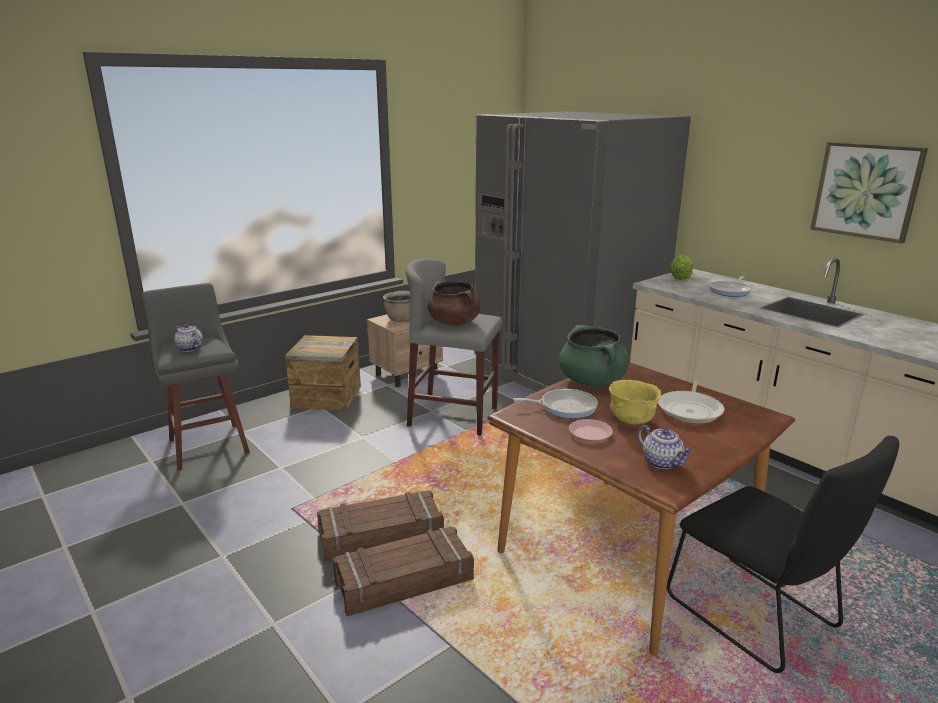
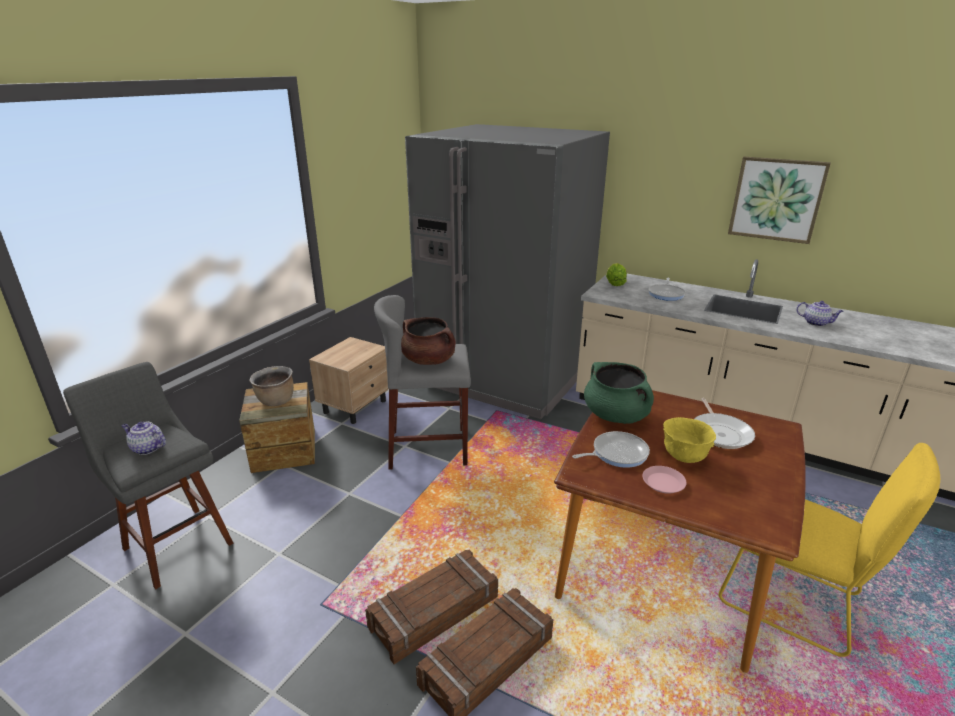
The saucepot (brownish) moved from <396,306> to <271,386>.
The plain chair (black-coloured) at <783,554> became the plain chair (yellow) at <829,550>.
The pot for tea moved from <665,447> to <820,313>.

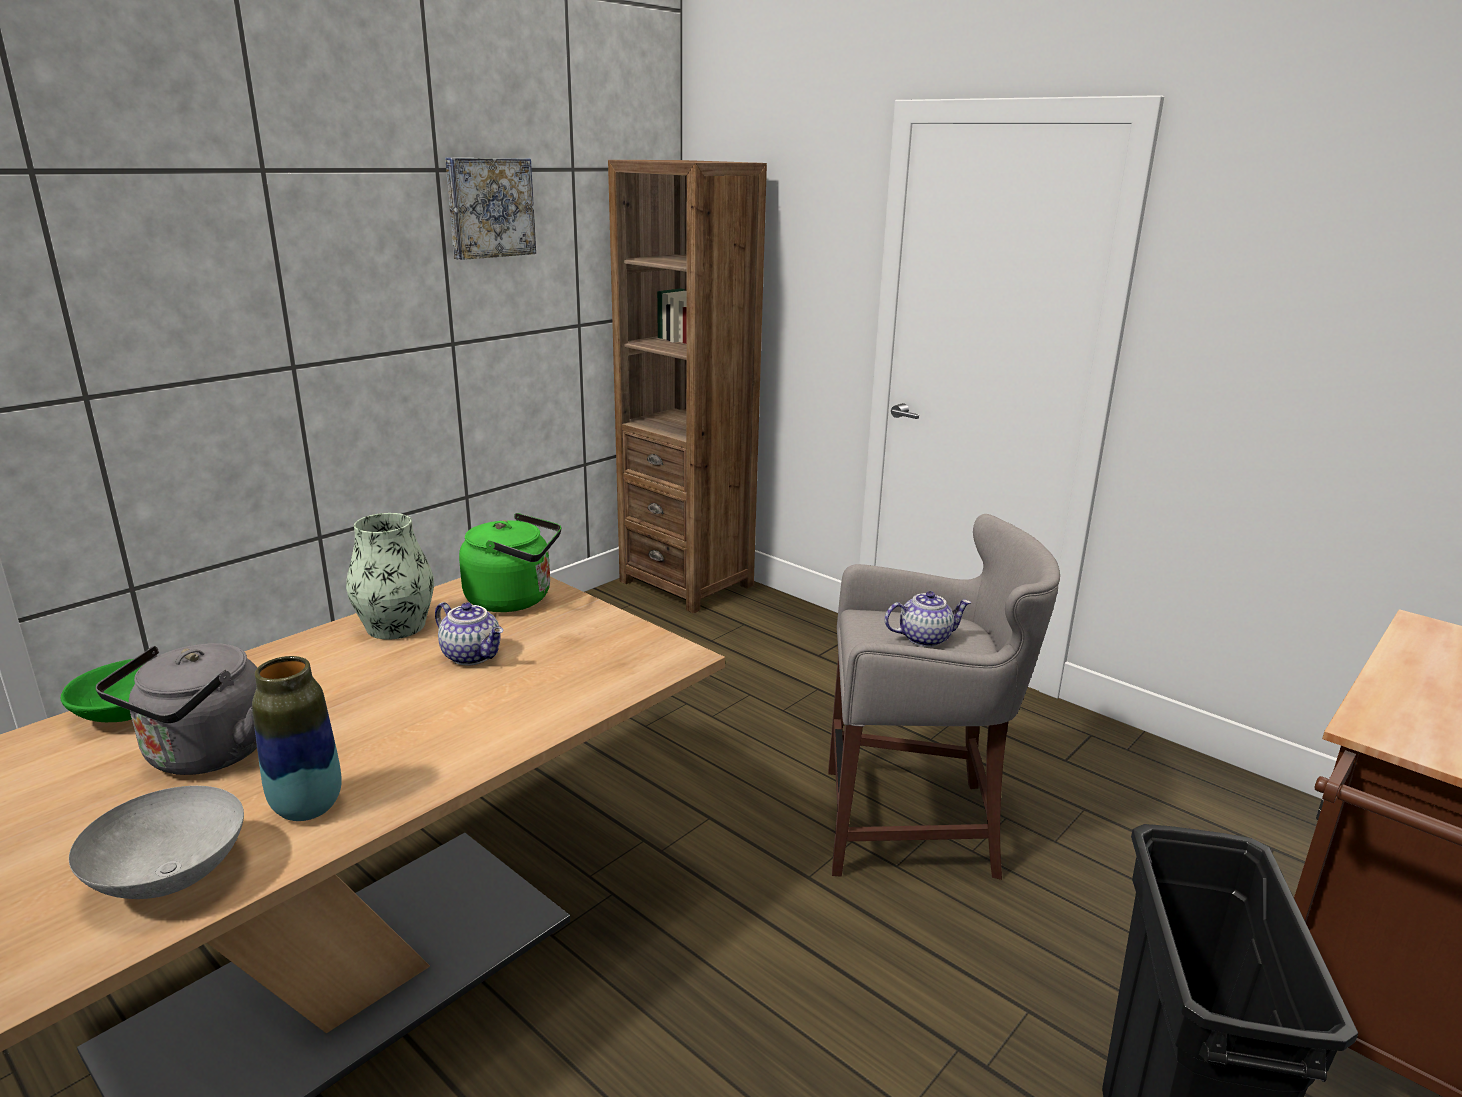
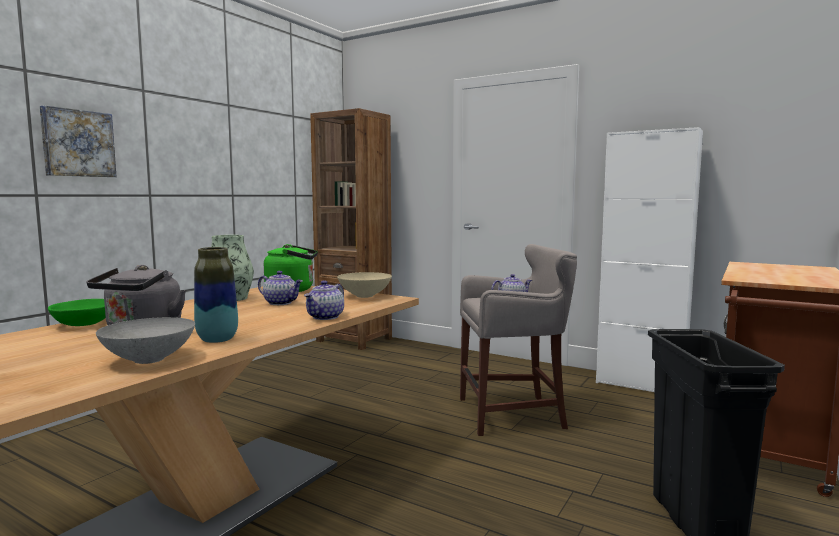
The wall picture moved from <490,209> to <78,141>.
The pot for tea at <324,300> appeared.
The bowl (beige) at <364,285> appeared.
The storage cabinet (white) at <649,259> appeared.

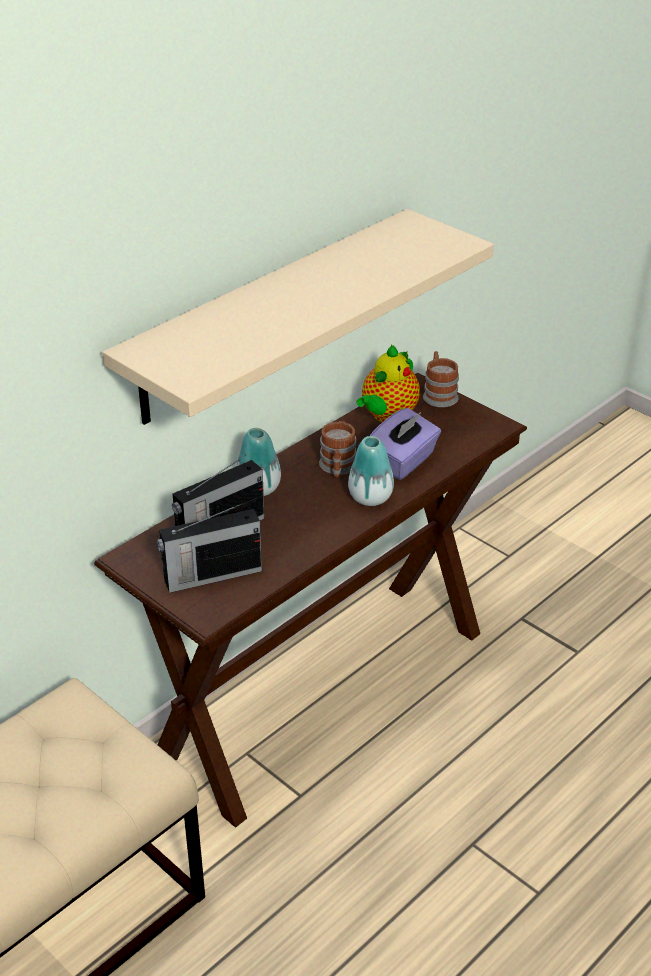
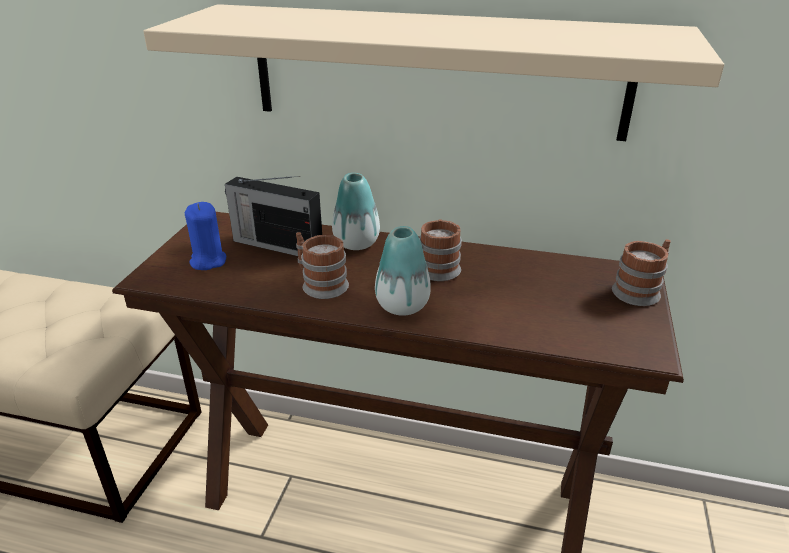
The radio set at <209,548> was replaced by the wax light (blue-coloured) at <205,236>.
The tea mug at <322,265> appeared.
The pot for tea at <388,384> disappeared.
The tissue box (purplish) at <405,444> disappeared.

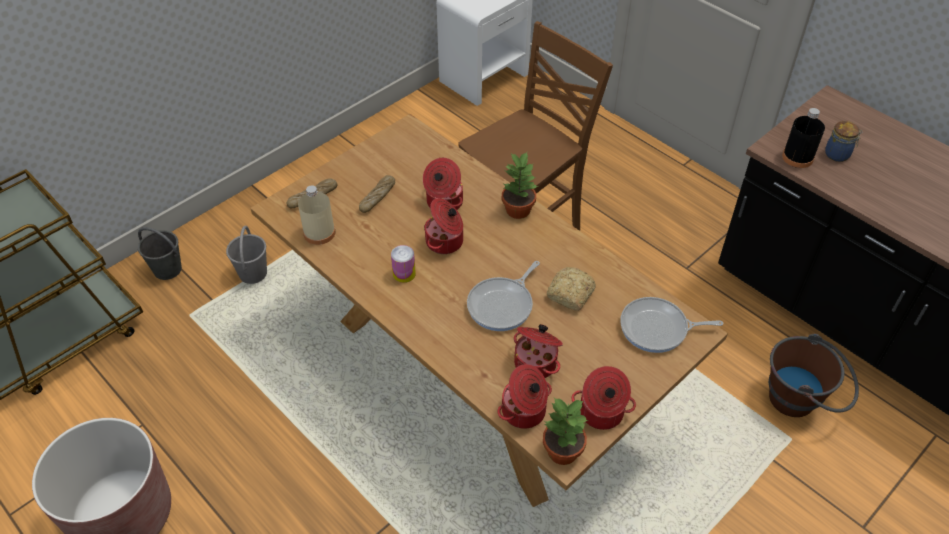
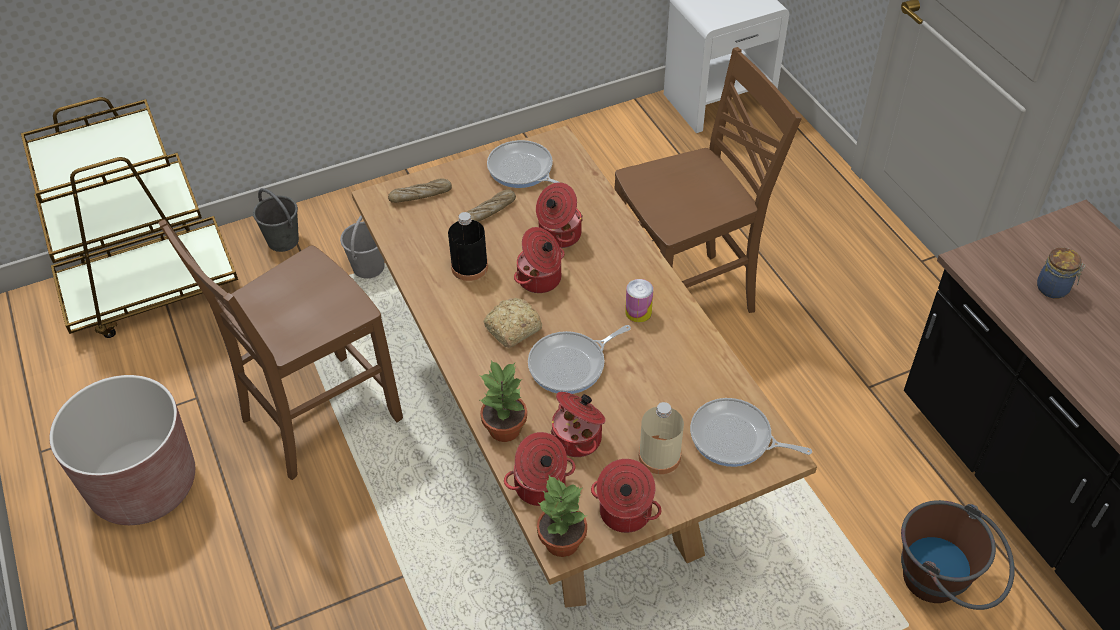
The plain chair (brownish) at <280,349> appeared.
The bottle (black-coloured) moved from <803,138> to <468,246>.
The potted plant moved from <520,185> to <503,401>.
The bakery bread moved from <571,289> to <512,323>.
The frying pan at <522,164> appeared.
The can moved from <403,264> to <639,300>.
The bottle (beige) moved from <316,215> to <661,438>.

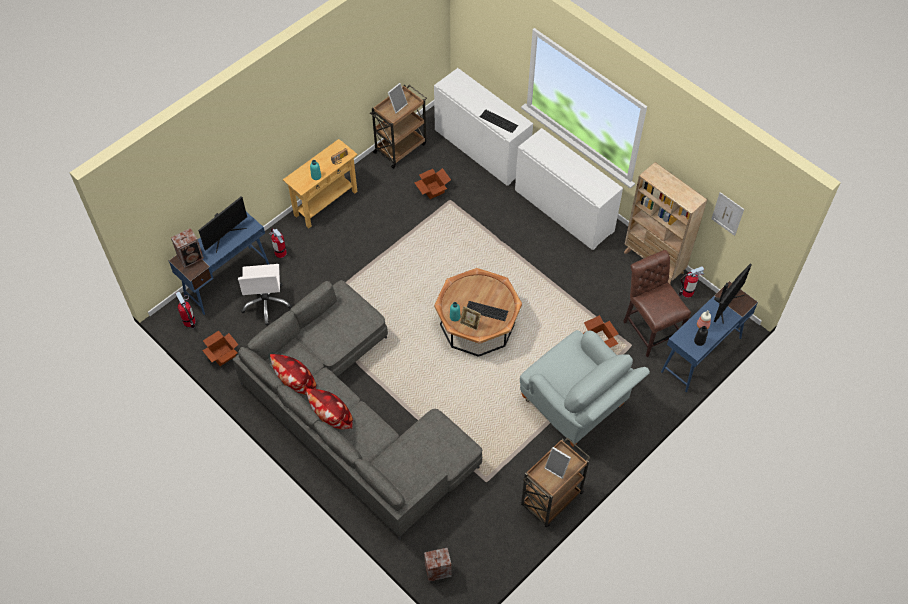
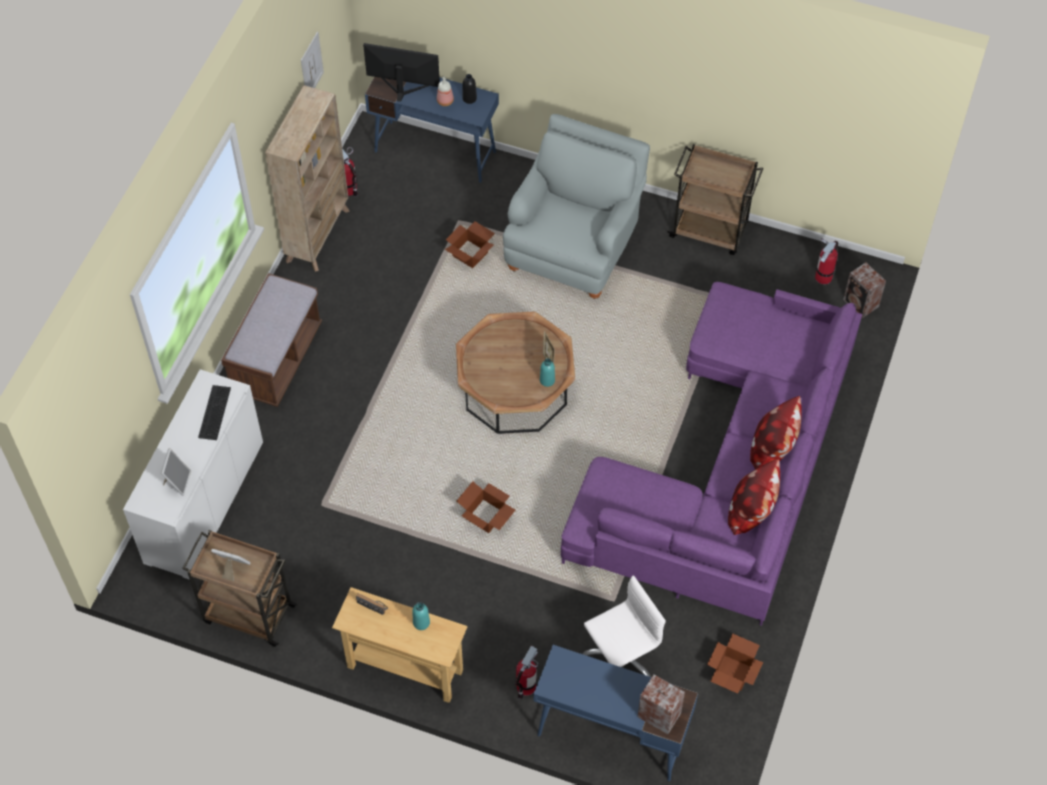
The picture frame moved from <558,463> to <176,472>.
The storage cabinet (white) at <569,189> was replaced by the long seat (brownish) at <271,340>.
The packing box moved from <432,183> to <485,507>.
The settee (grey) at <357,410> became the settee (purplish) at <711,454>.
The fire-fighting cylinder moved from <185,310> to <826,261>.
The computer display at <222,224> disappeared.
The PC keyboard at <487,311> disappeared.
The plain chair (brownish) at <657,303> disappeared.

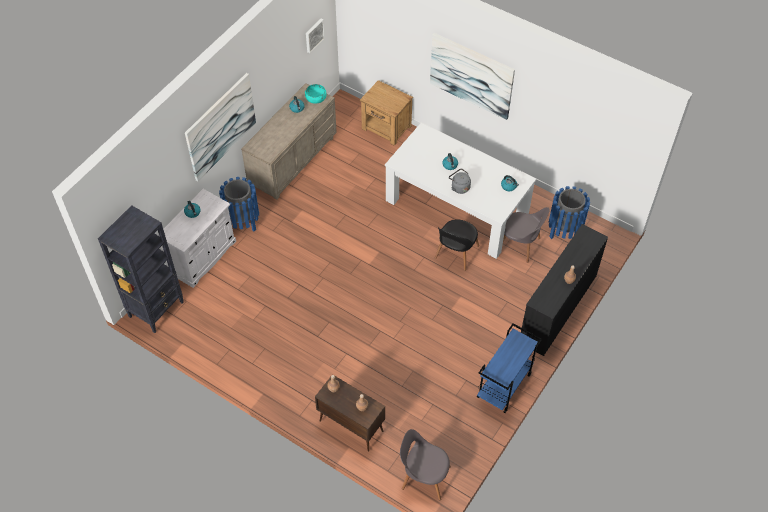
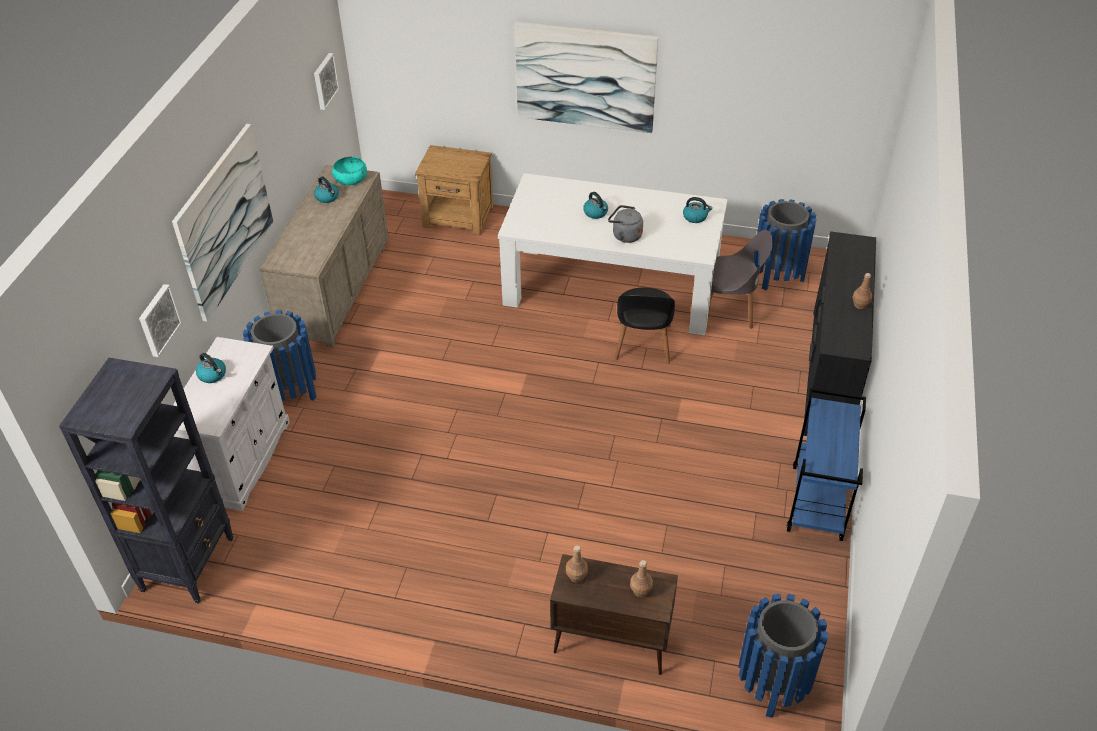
The wall picture at <160,320> appeared.
The plain chair (grey) at <425,464> was replaced by the trash can (blue-coloured) at <783,656>.

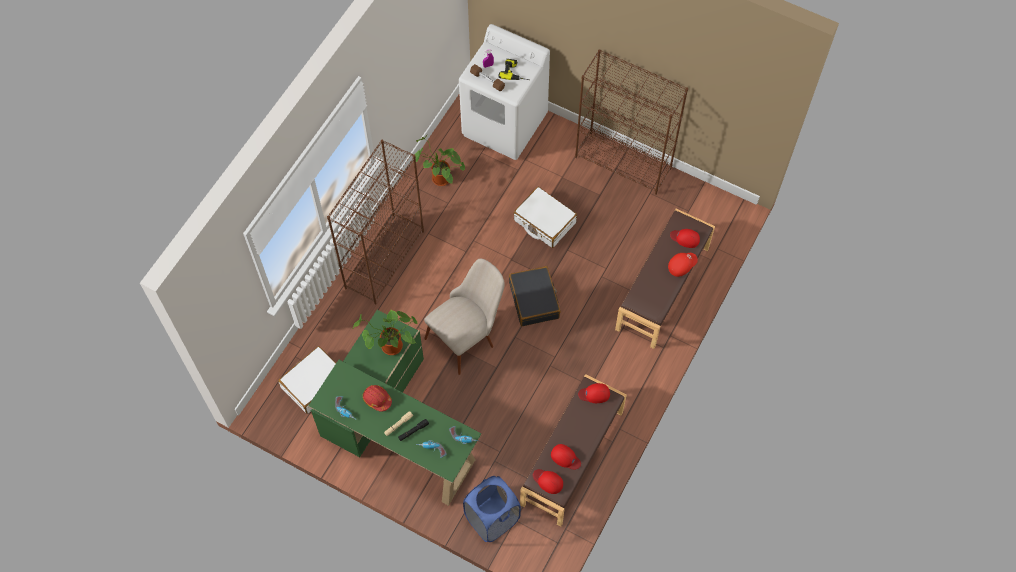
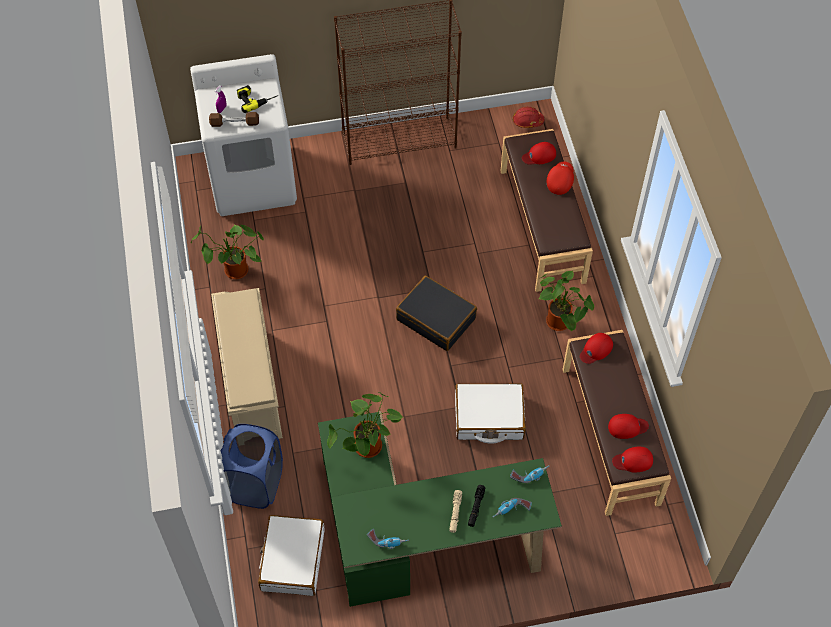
The shelving unit (brownish) at <375,221> was replaced by the shoe stand (beige) at <247,363>.
The hamper (blue-coloured) moved from <492,509> to <252,466>.
The travel case (white) moved from <545,217> to <490,413>.
The hard hat (red) moved from <377,398> to <528,117>.
The potted plant at <566,301> appeared.
The plain chair (beige) at <464,316> disappeared.

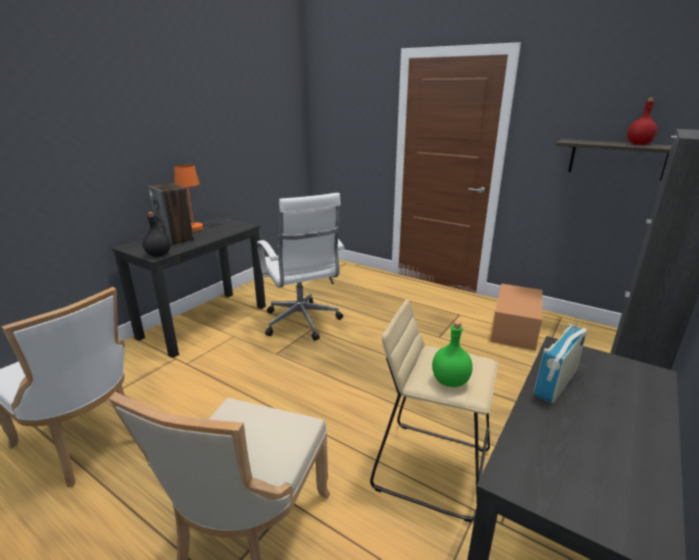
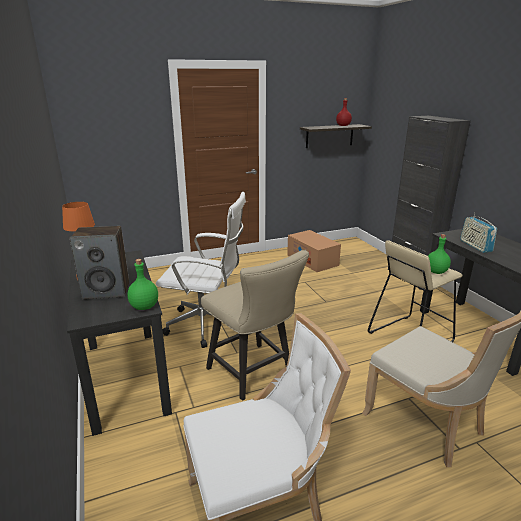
The bottle (black-coloured) at <156,234> became the bottle (greenish) at <142,284>.
The plain chair (beige) at <255,325> appeared.

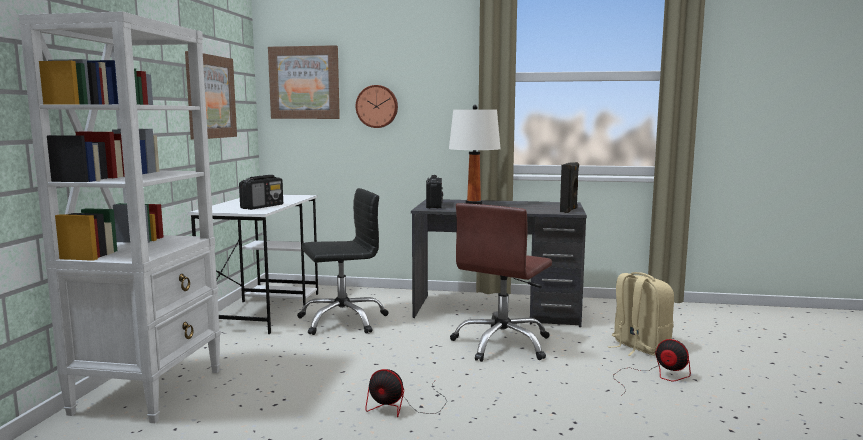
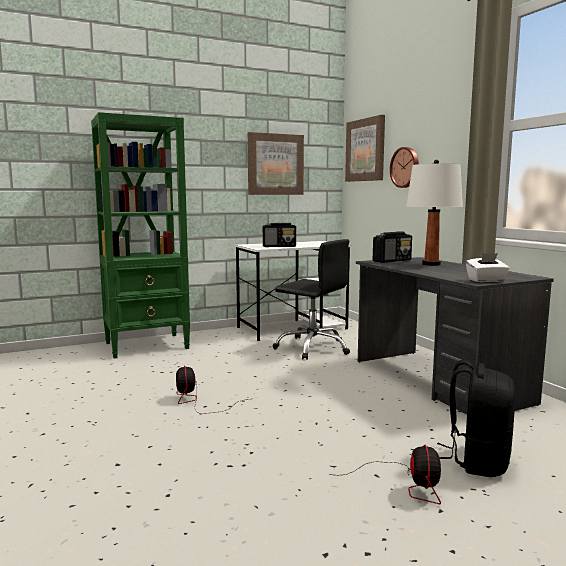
The shelving unit (white) at <120,217> became the shelving unit (greenish) at <140,235>.
The backpack (beige) at <641,314> became the backpack (black-coloured) at <476,418>.
The speaker (black-coloured) at <569,187> was replaced by the tissue box (white) at <488,267>.
The computer chair (brownish) at <501,282> disappeared.

